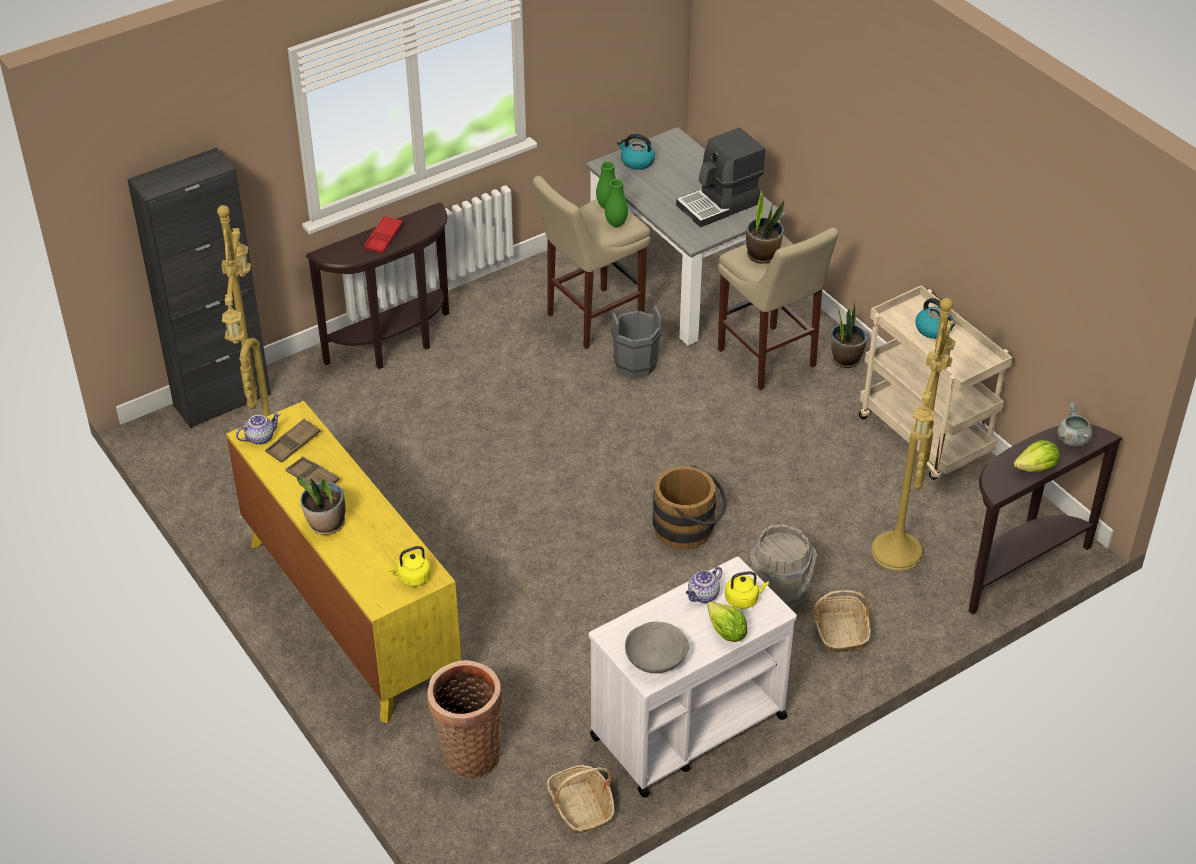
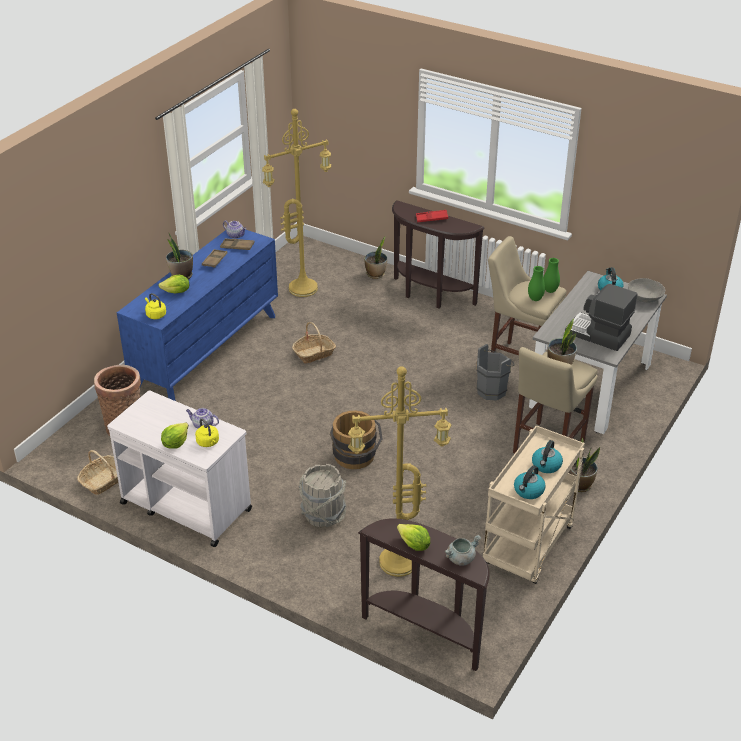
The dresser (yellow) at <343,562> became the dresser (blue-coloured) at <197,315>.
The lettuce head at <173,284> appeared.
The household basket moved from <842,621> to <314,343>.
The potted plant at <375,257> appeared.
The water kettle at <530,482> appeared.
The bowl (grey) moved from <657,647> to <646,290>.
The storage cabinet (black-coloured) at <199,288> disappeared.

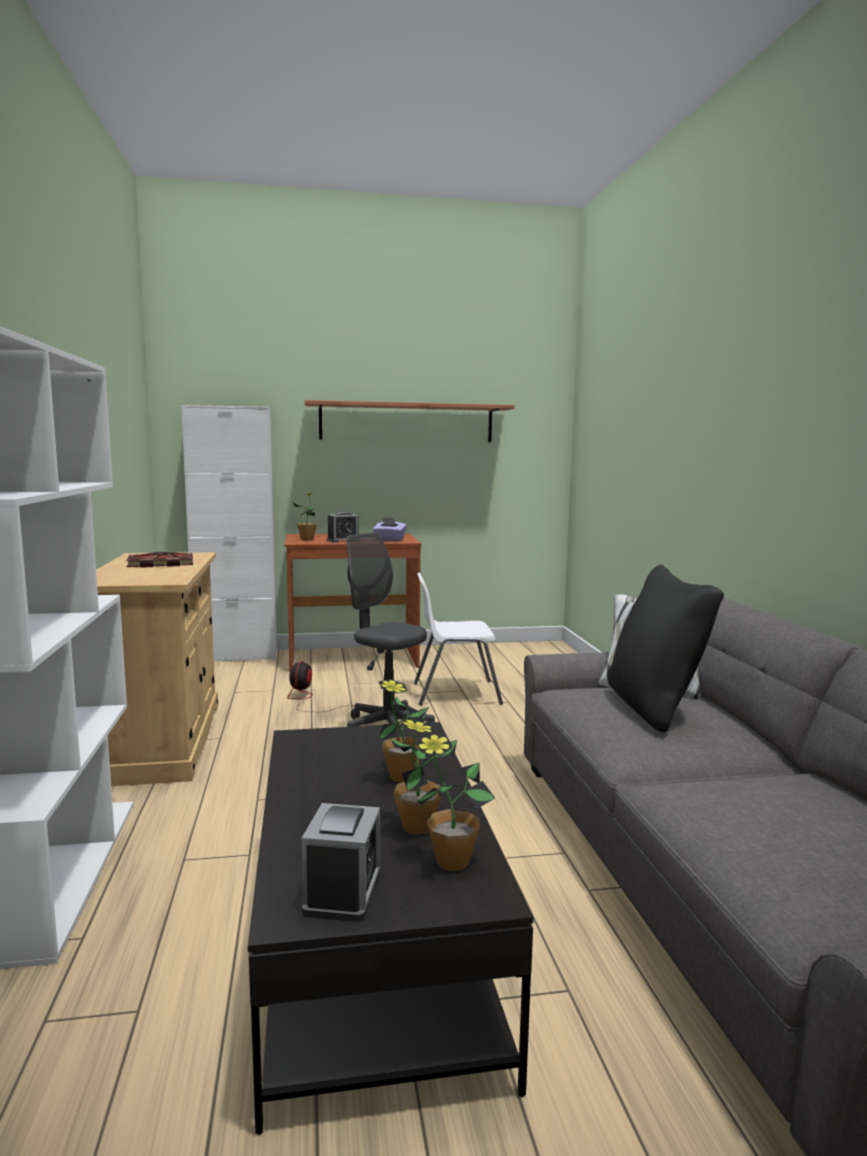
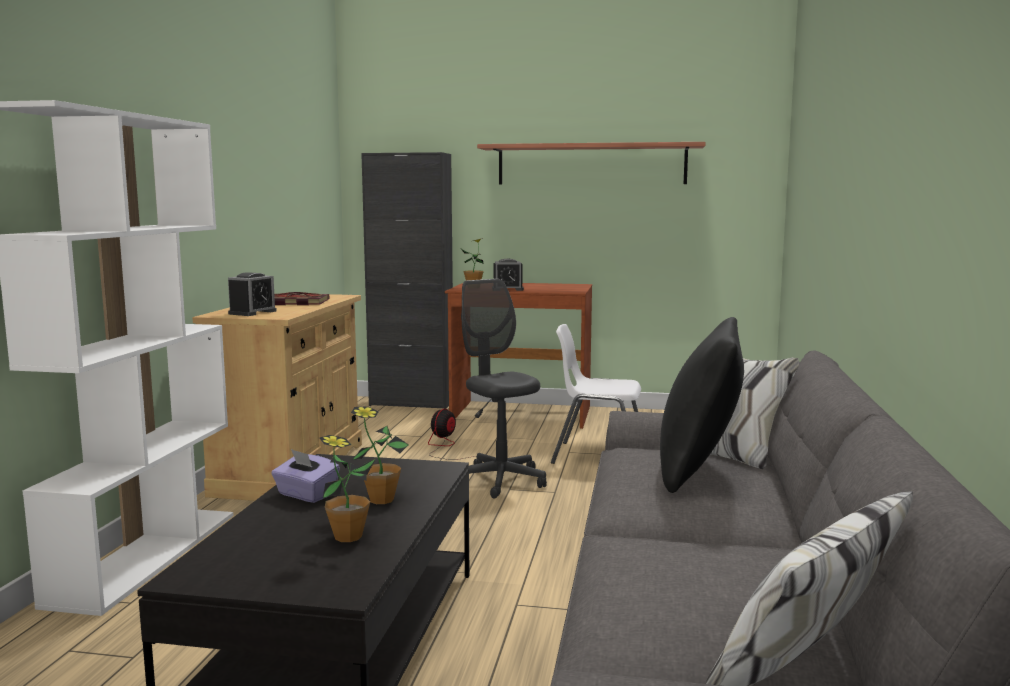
The alarm clock moved from <341,862> to <252,294>.
The tissue box (purplish) moved from <389,529> to <305,476>.
The storage cabinet (white) at <229,533> became the storage cabinet (black-coloured) at <407,280>.
The potted plant at <455,802> disappeared.

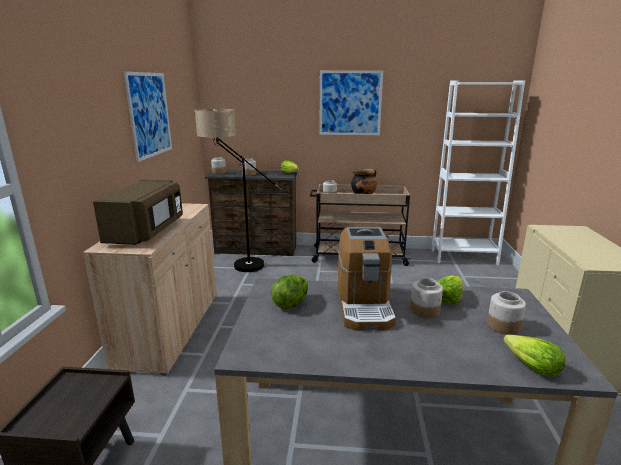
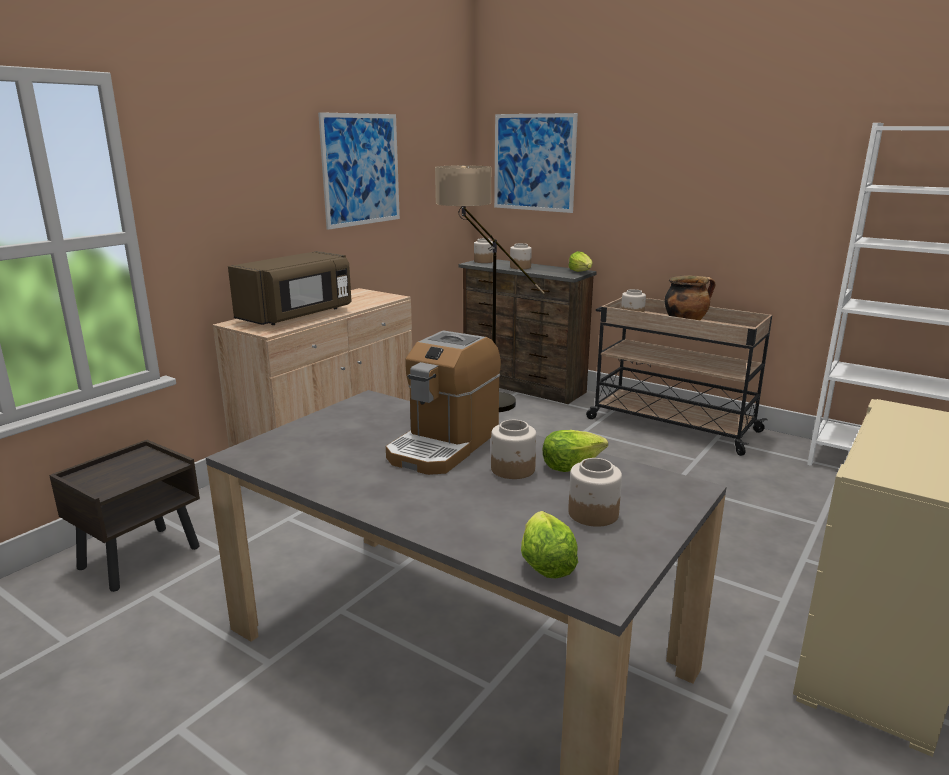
The wall picture moved from <351,102> to <536,163>.
The lettuce head at <289,292> disappeared.

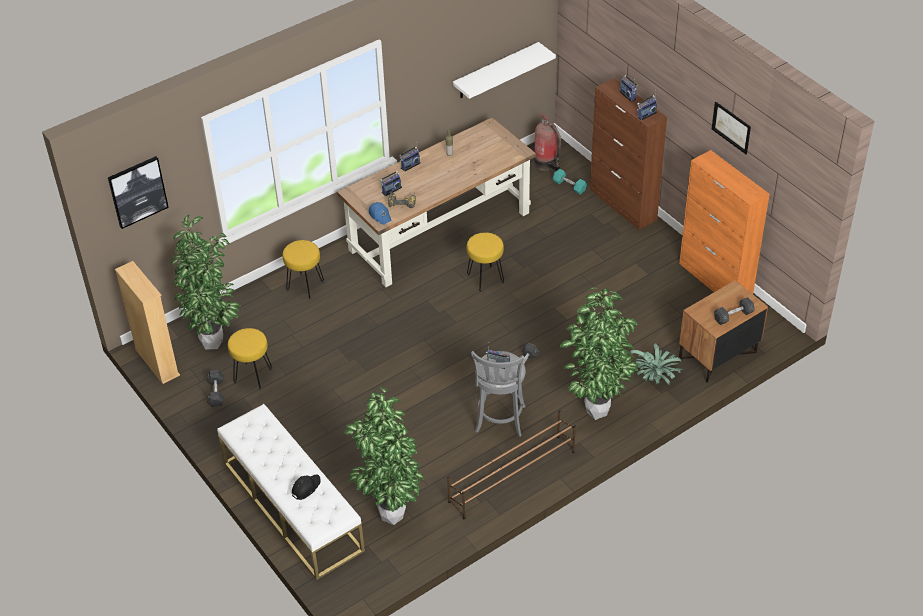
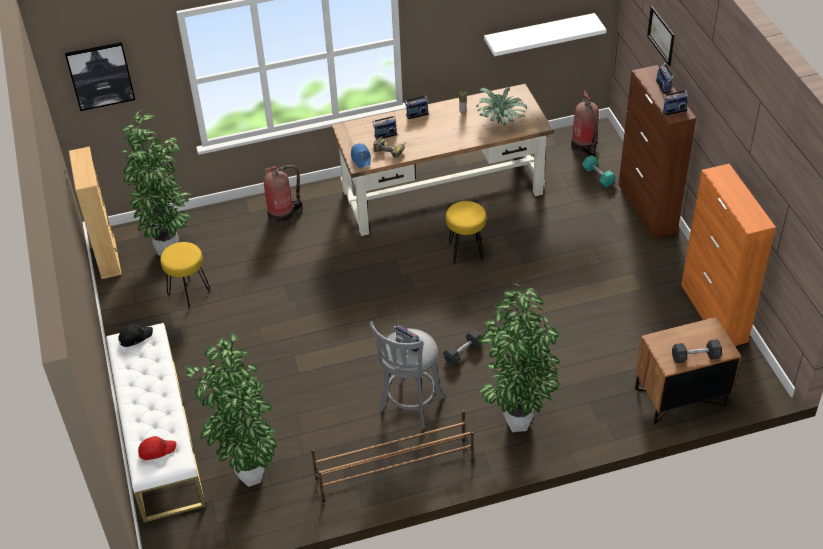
The baseball cap (black-coloured) moved from <306,487> to <135,335>.
The baseball cap (red) at <157,448> appeared.
The sitting stool (yellow) at <303,269> was replaced by the fire-fighting cylinder at <283,195>.
The potted plant moved from <656,364> to <501,106>.
The wall picture moved from <731,128> to <660,36>.
The free weight (grey) at <215,388> disappeared.

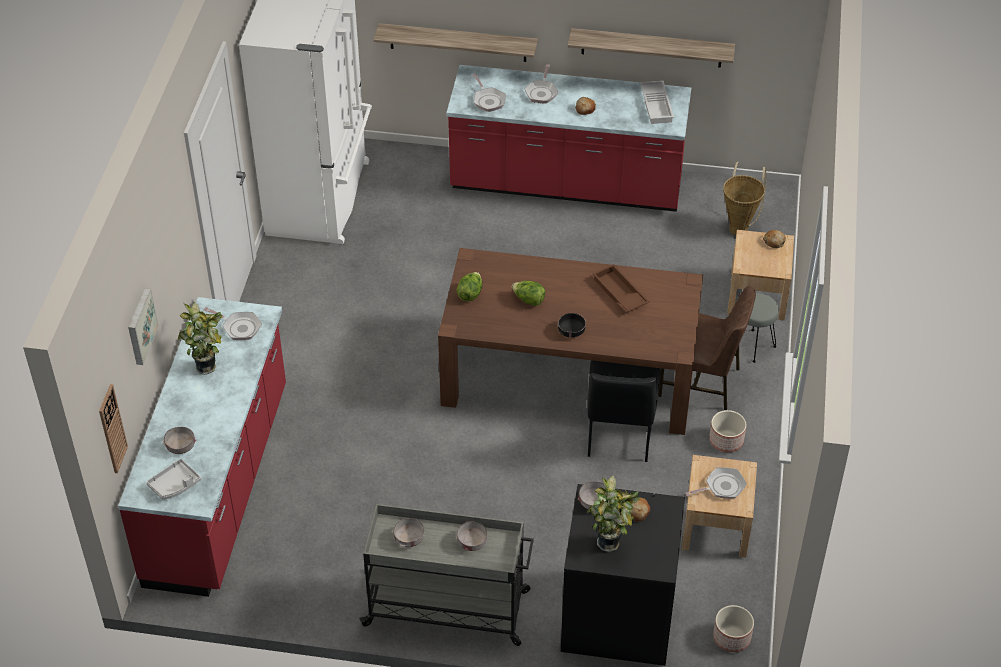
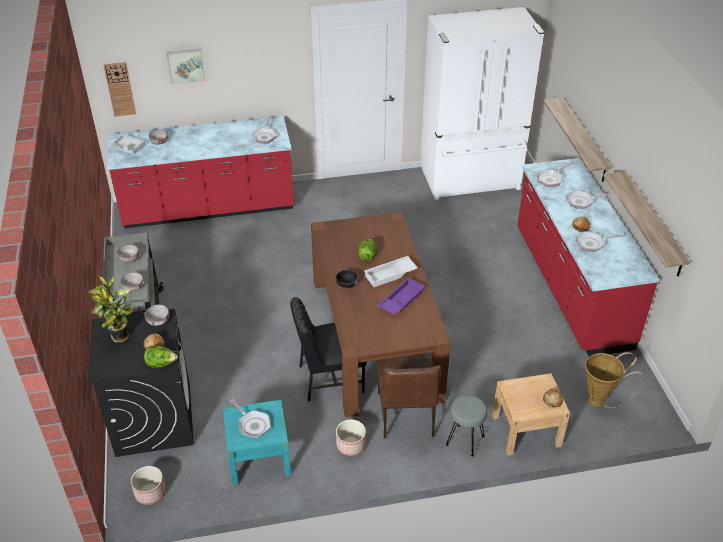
The lettuce head moved from <469,286> to <161,356>.
The nightstand (beige) at <719,506> became the nightstand (turquoise-coloured) at <257,442>.
The tray (white) moved from <657,102> to <391,271>.
The tray (brownish) at <621,288> became the tray (purplish) at <401,296>.
The frying pan at <599,241> appeared.
The potted plant at <200,338> disappeared.

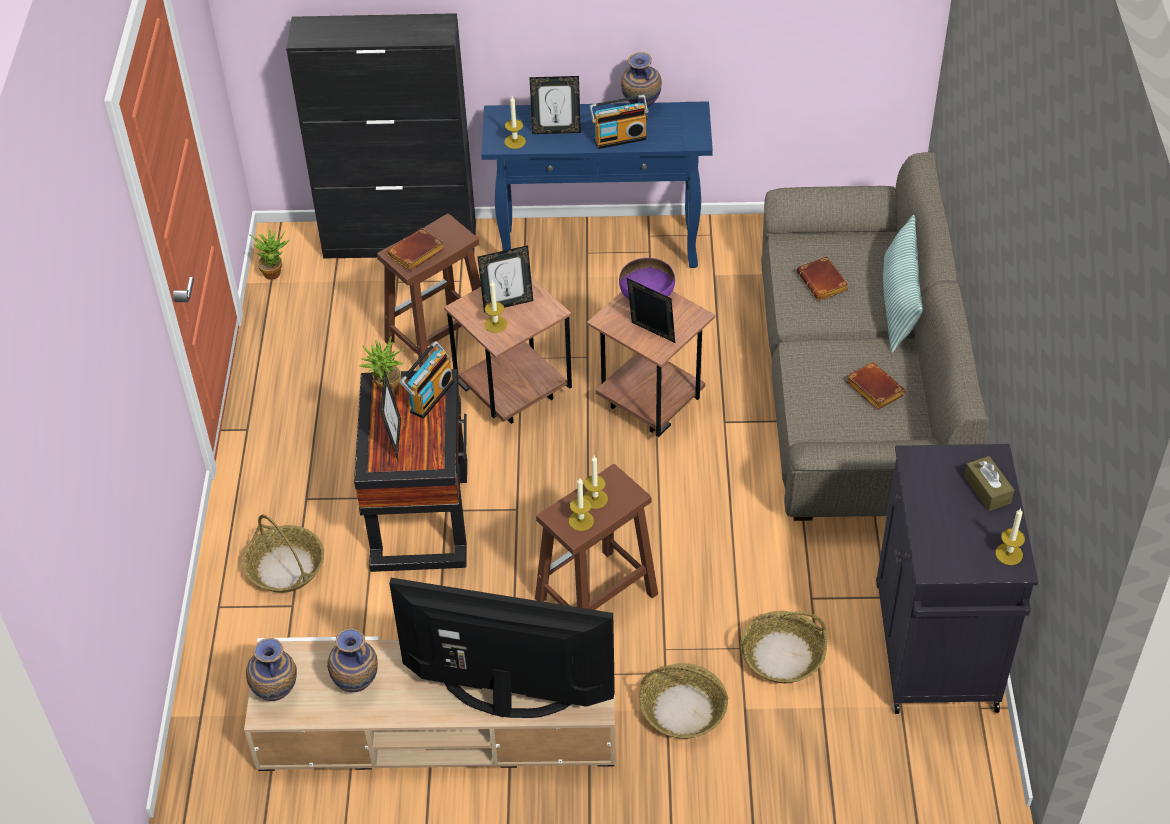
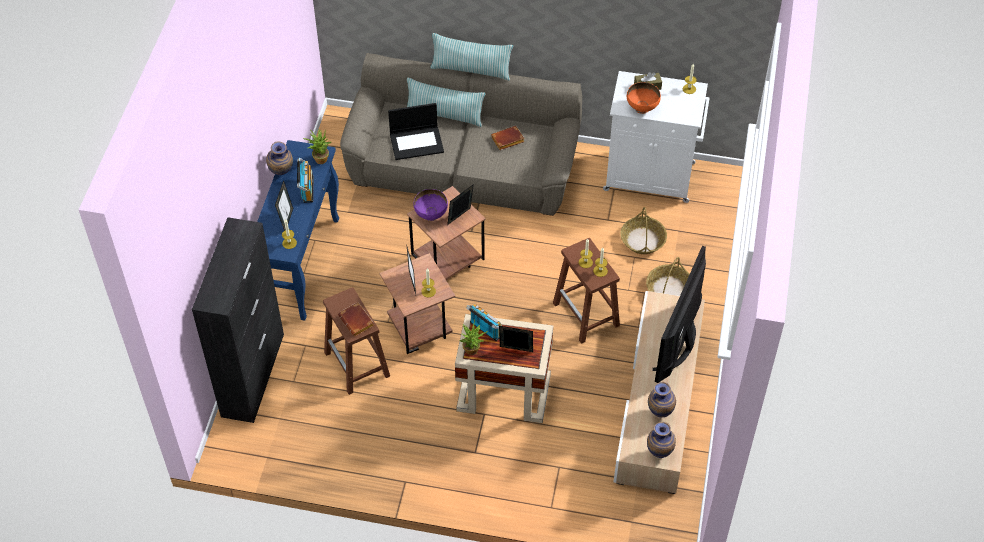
The potted plant moved from <269,254> to <317,147>.
The bound book (brownish) at <822,278> was replaced by the notebook computer at <416,131>.
The throw pillow at <471,57> appeared.
The end table (black-coloured) at <410,470> became the end table (beige) at <504,368>.
The storage cabinet (black-coloured) at <957,579> became the storage cabinet (white) at <656,137>.
The bowl (orange) at <644,98> appeared.
The household basket at <283,554> disappeared.

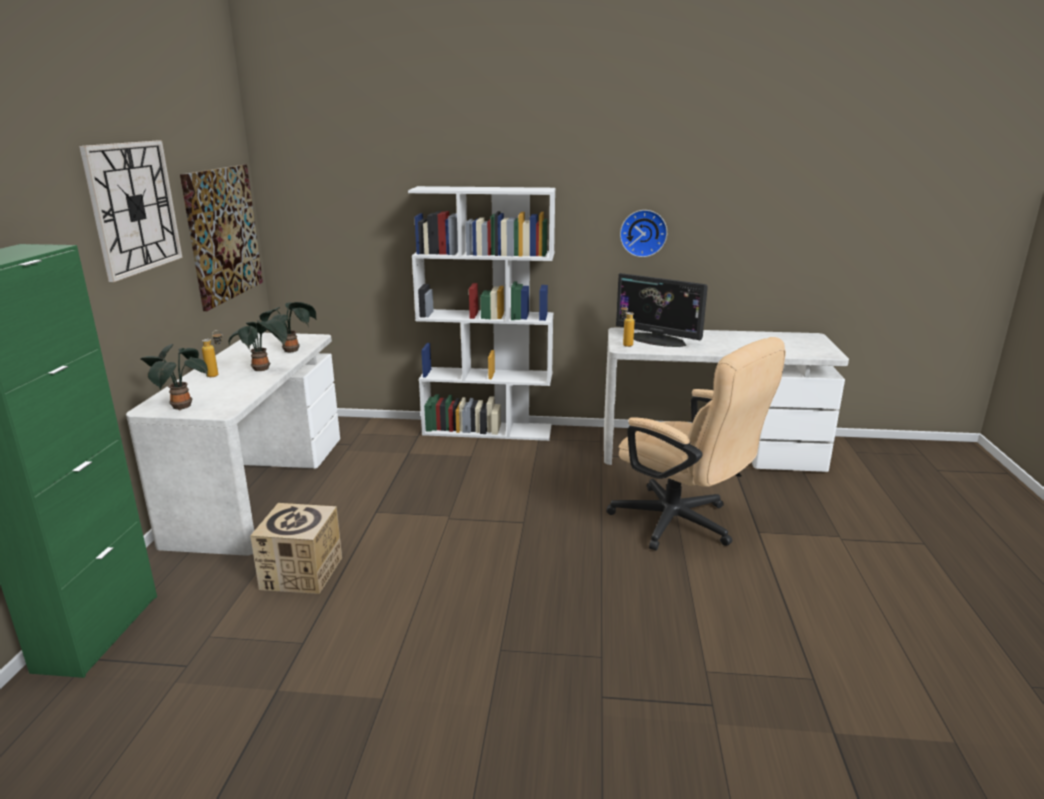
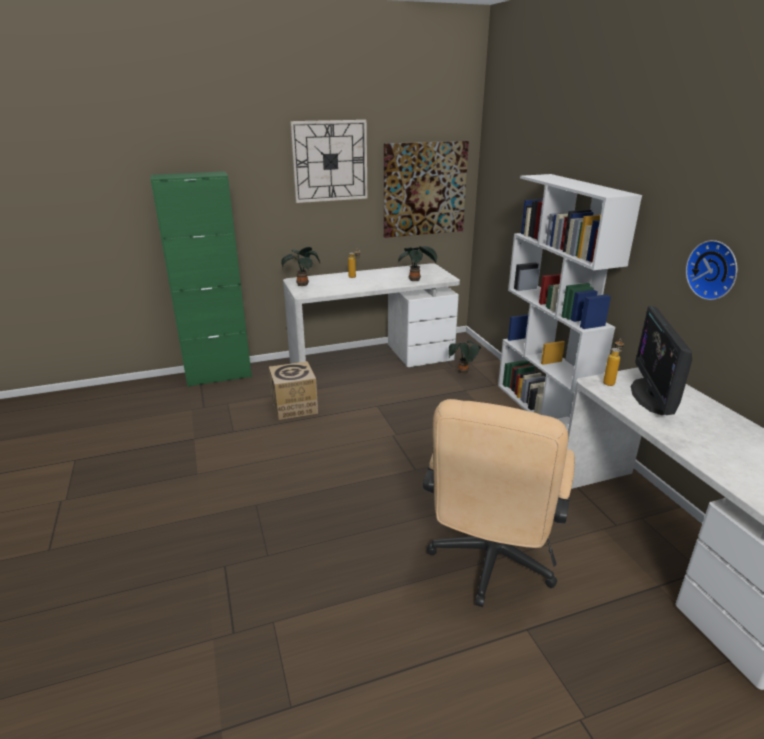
The potted plant moved from <258,345> to <464,357>.

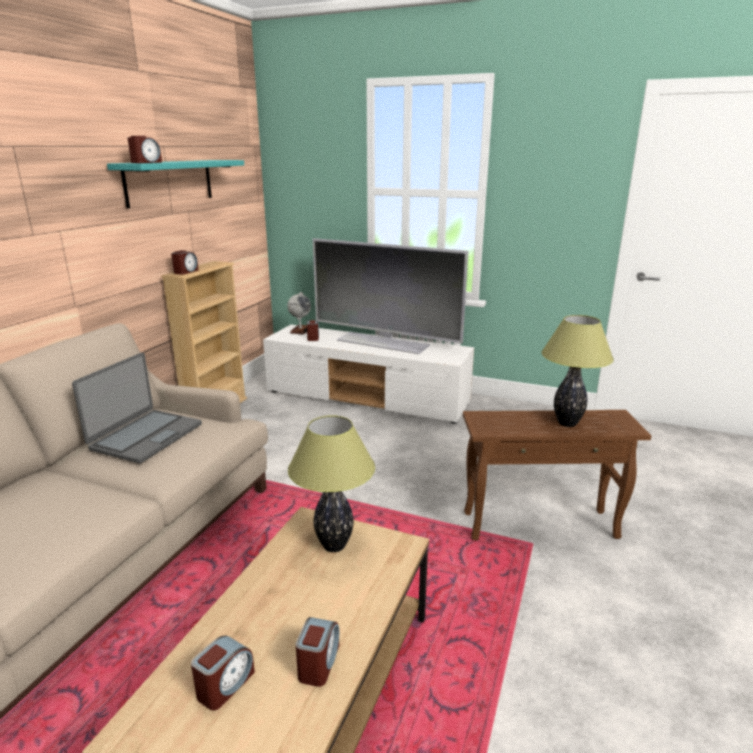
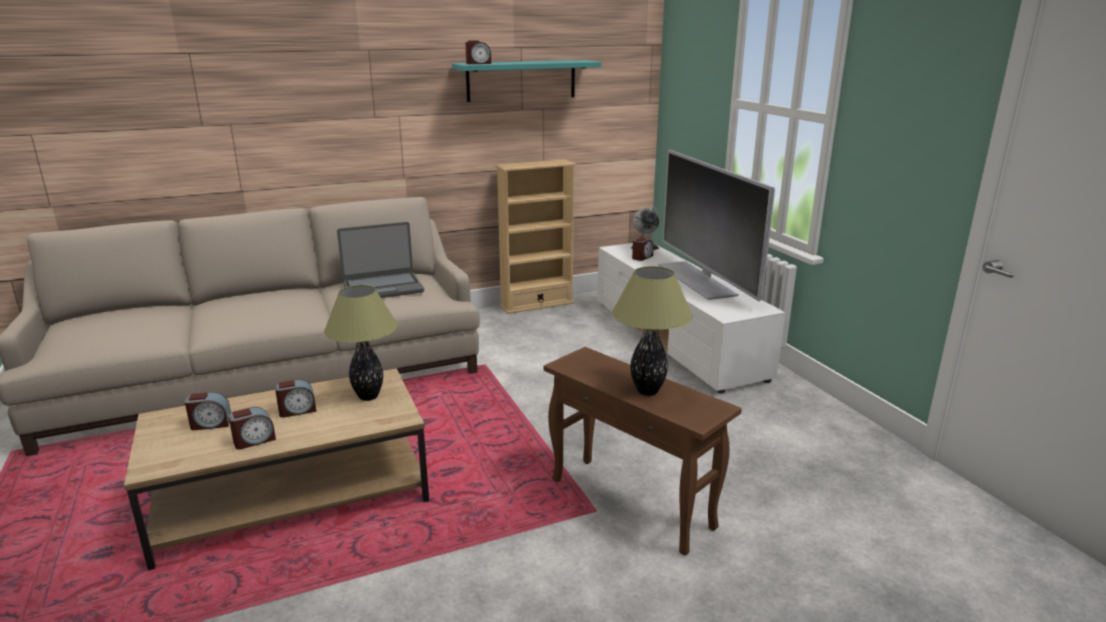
The alarm clock moved from <185,262> to <295,398>.

